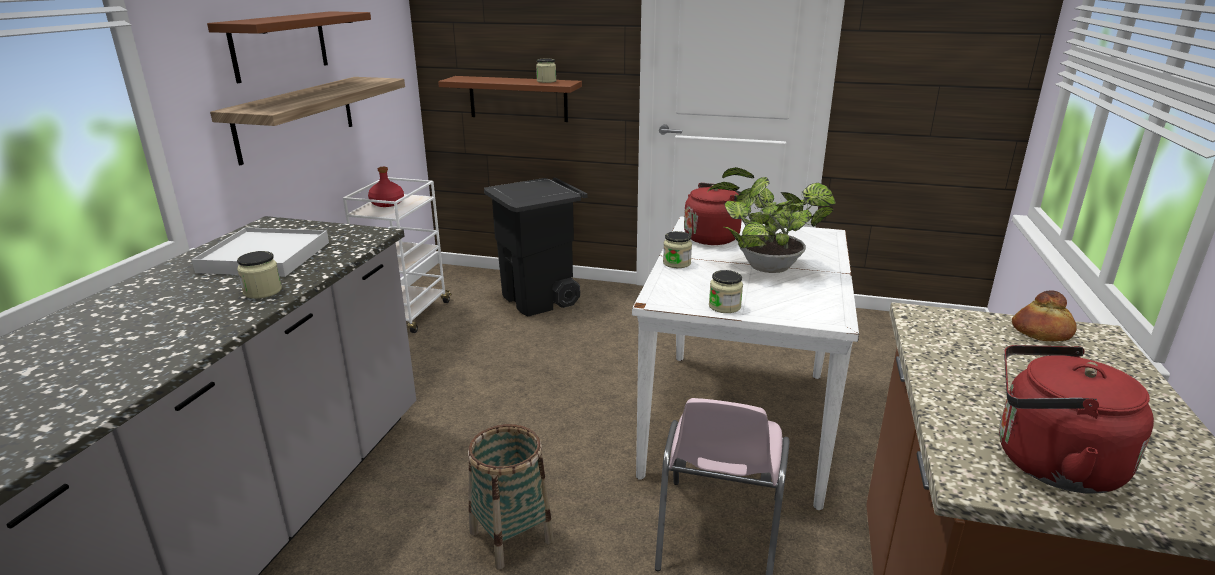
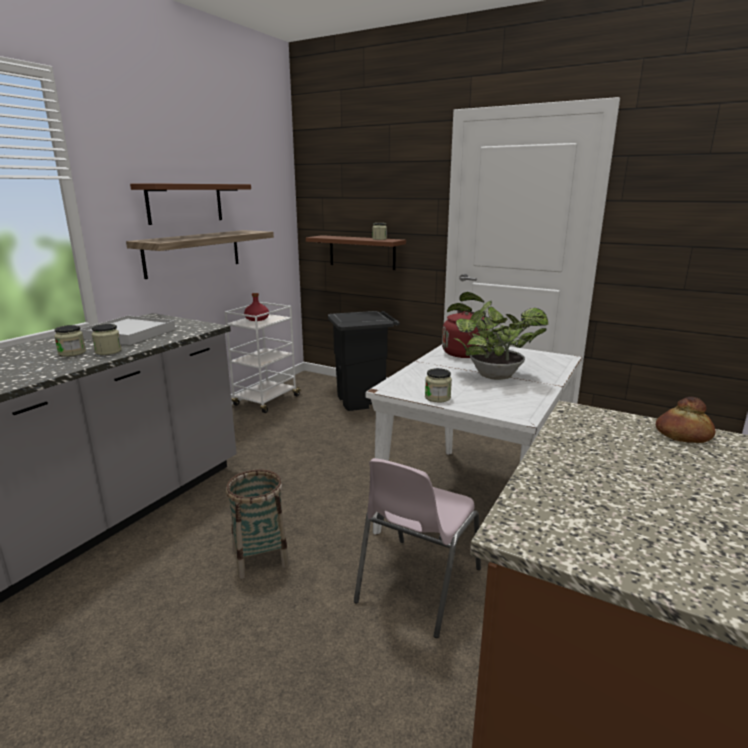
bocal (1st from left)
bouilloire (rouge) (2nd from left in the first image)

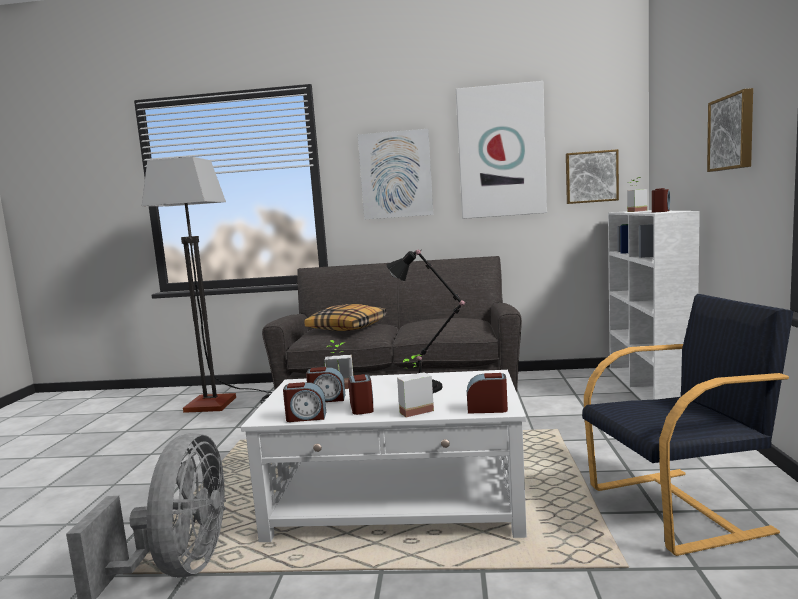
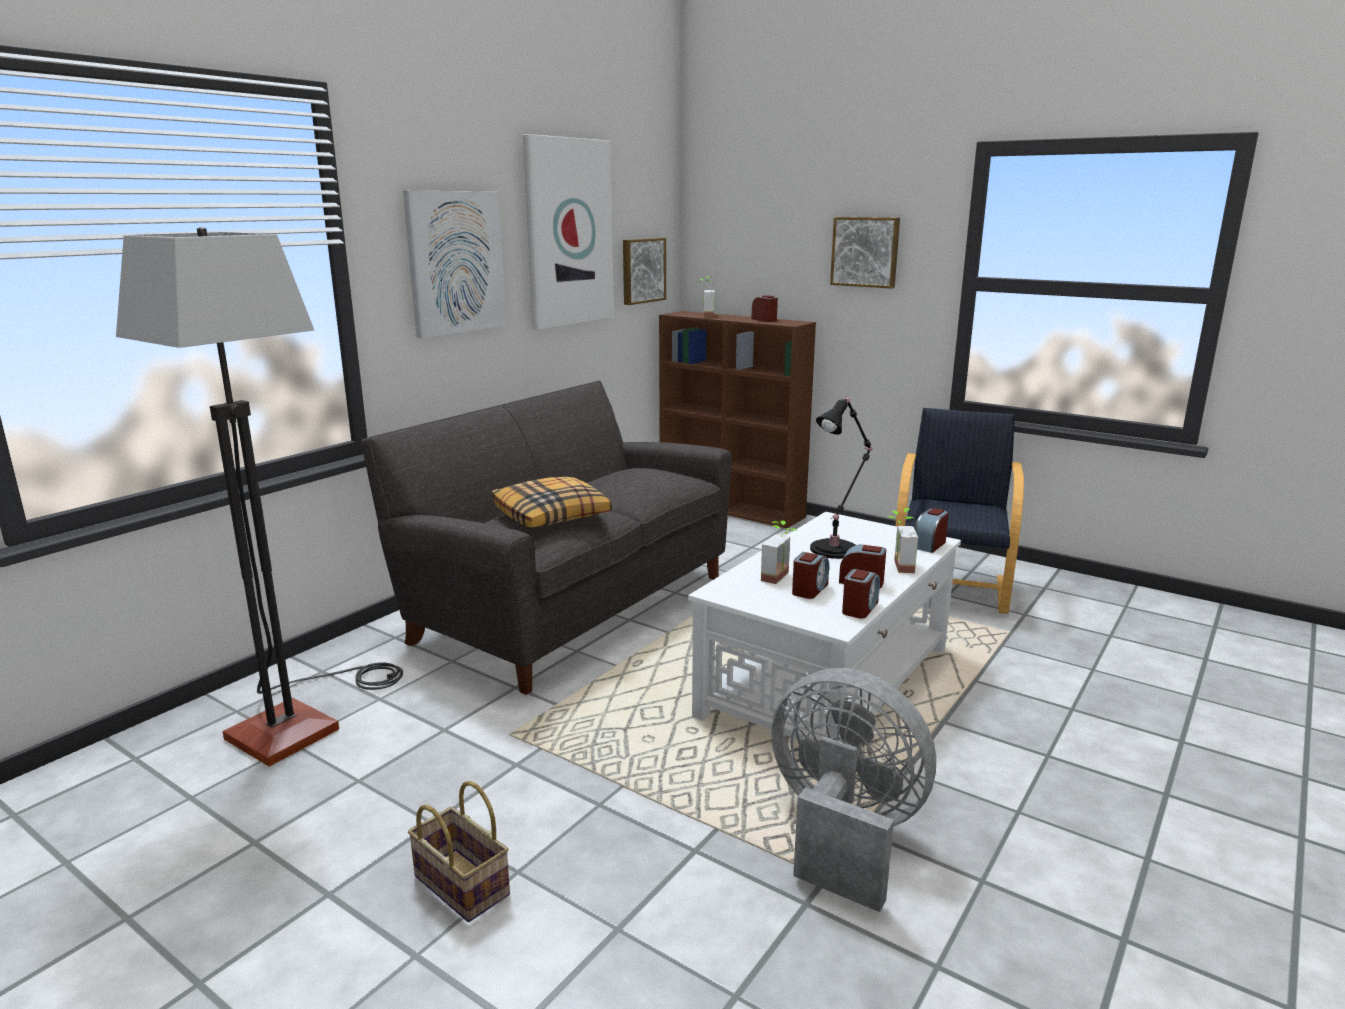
bibliothèque (marron)
panier

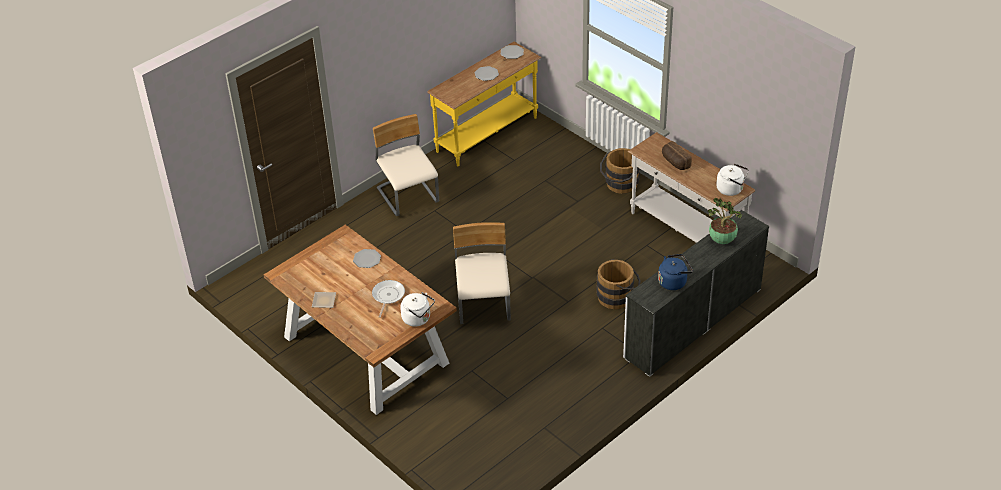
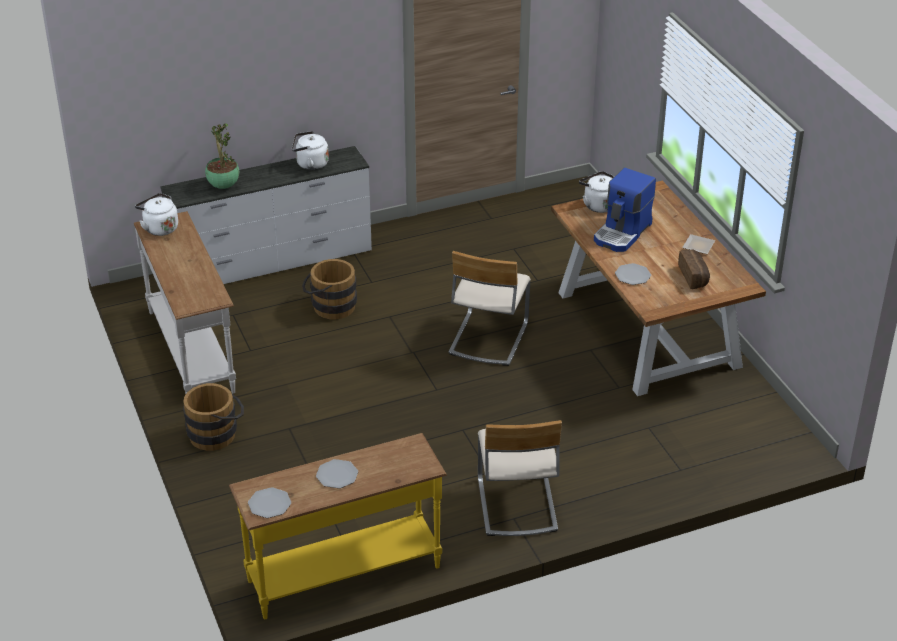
machine à café
bouilloire (blanc) (2nd from left)
pain

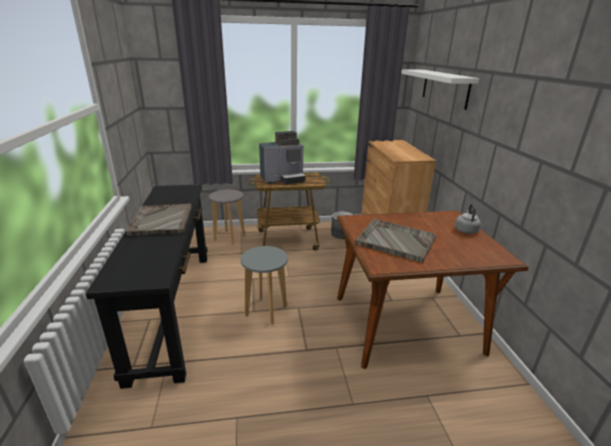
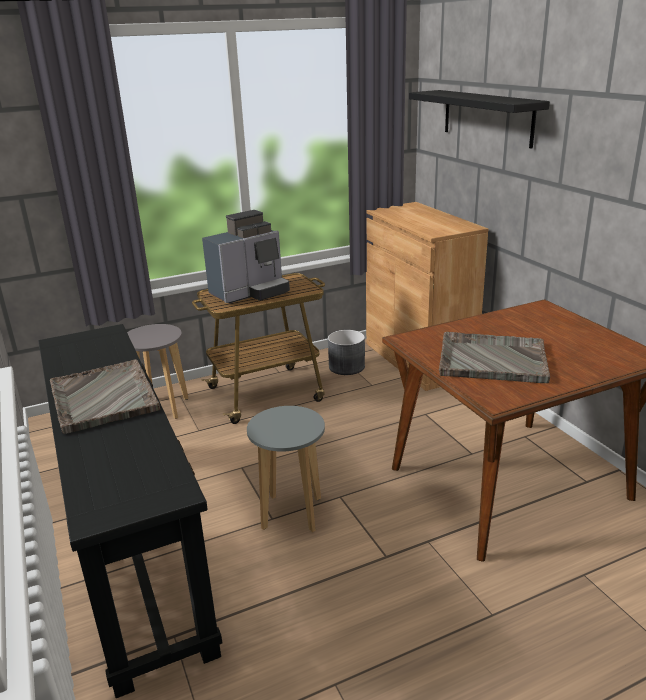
étagère (noir)
bouilloire (gris)

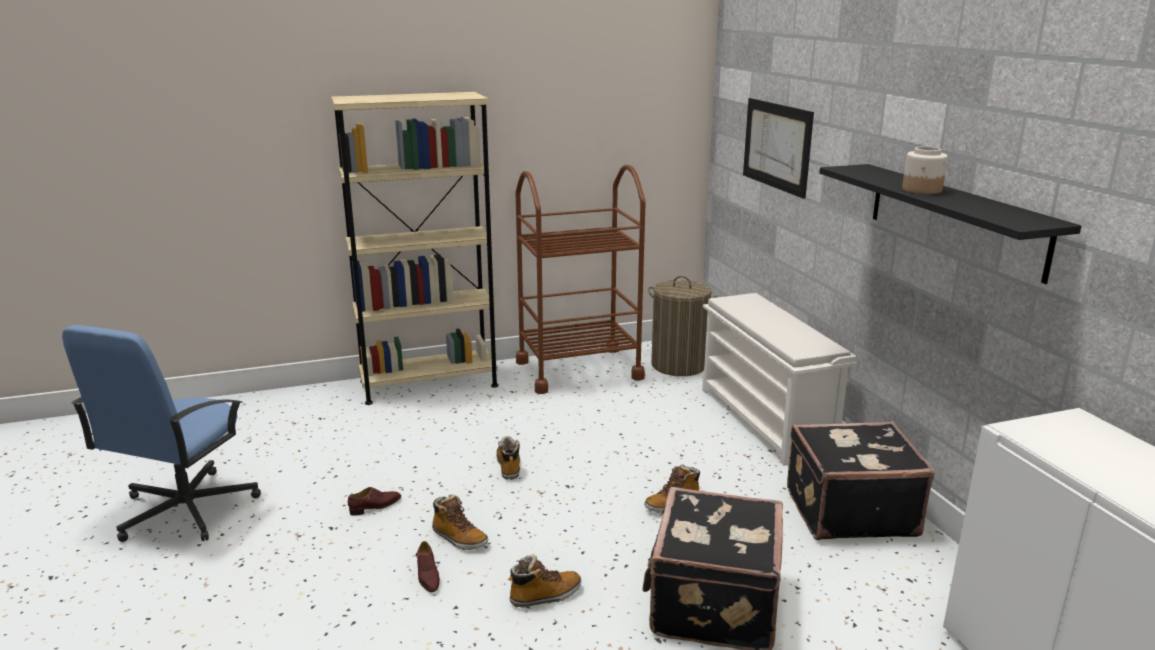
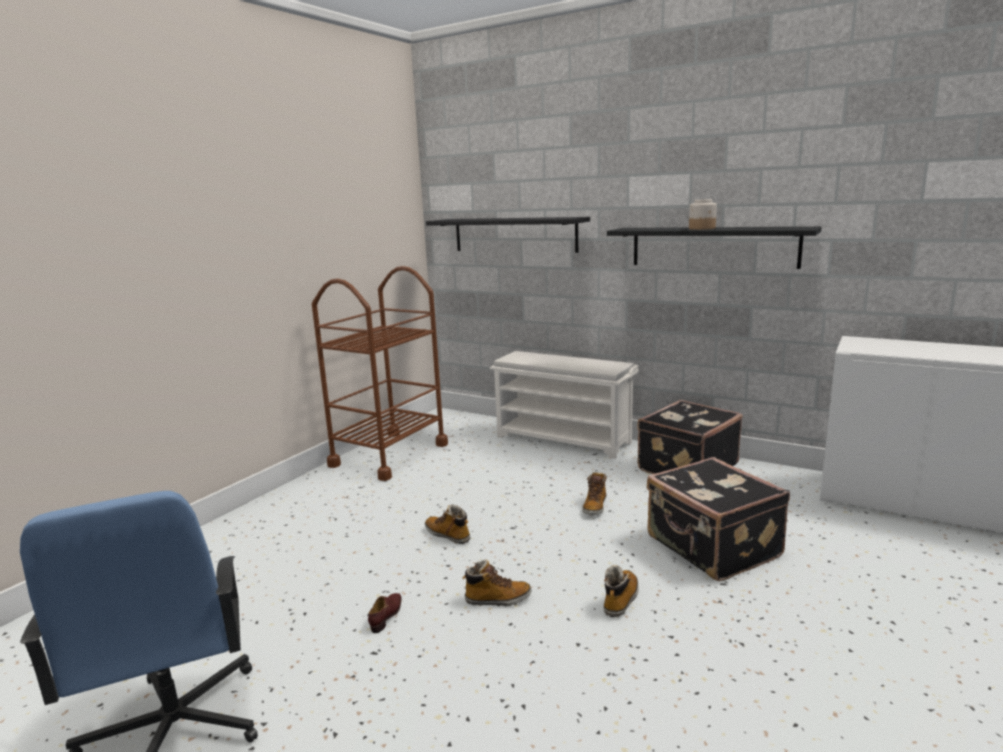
bibliothèque (beige)
chaussure (marron) (2nd from left in the first image)
panier à linge
étagère (noir) (1st from left)

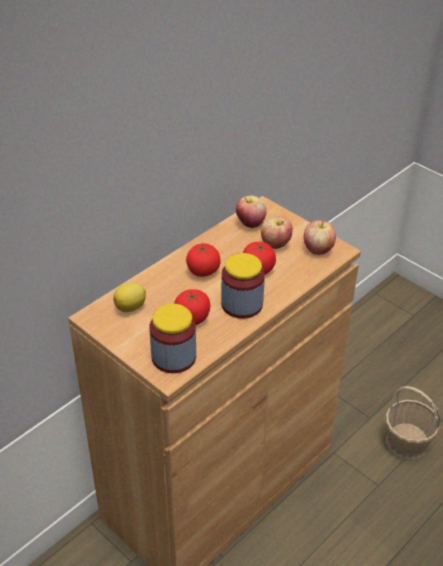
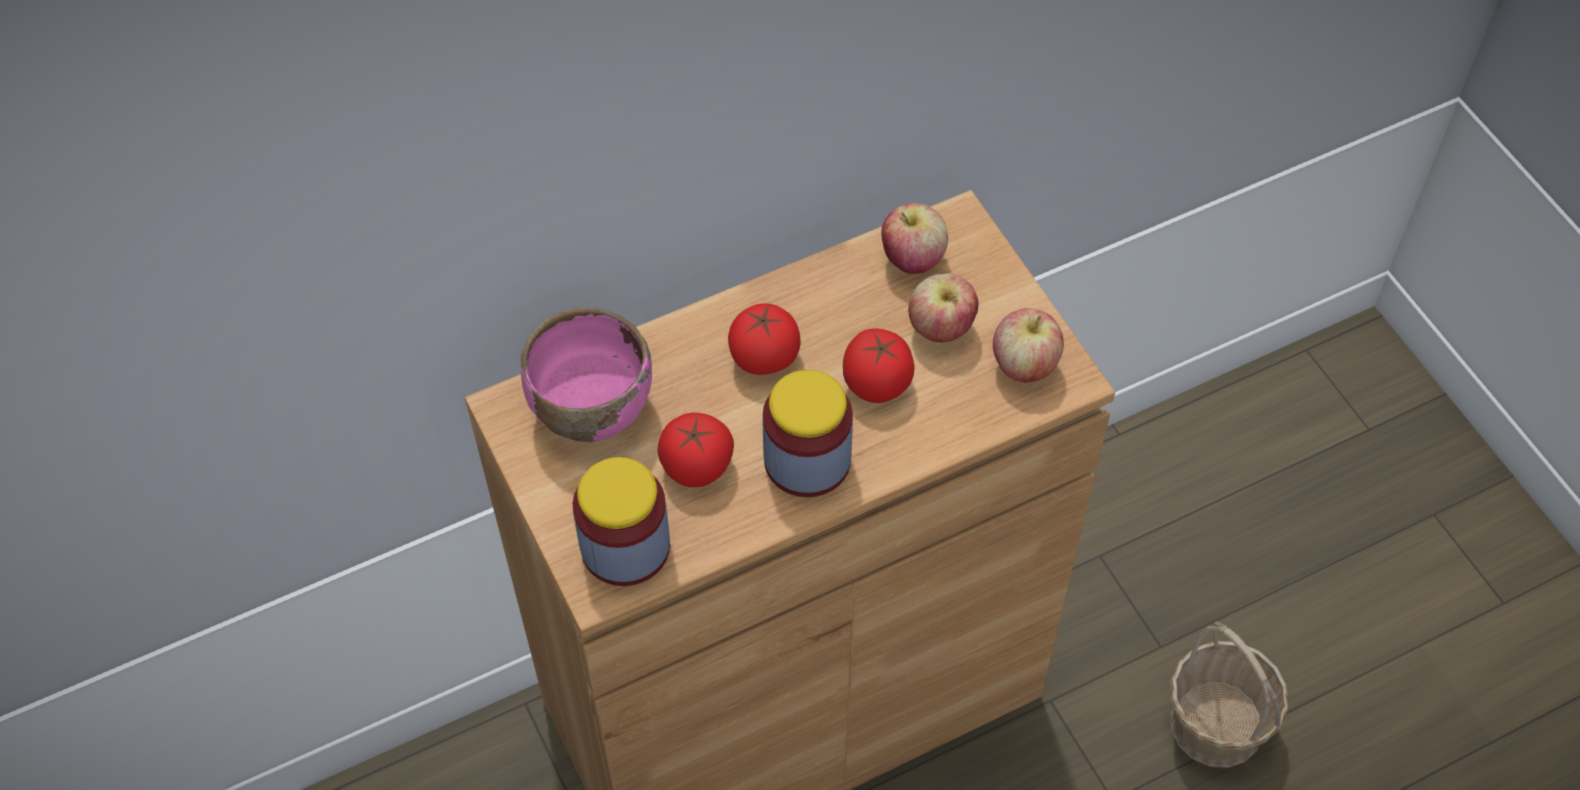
bol (rose)

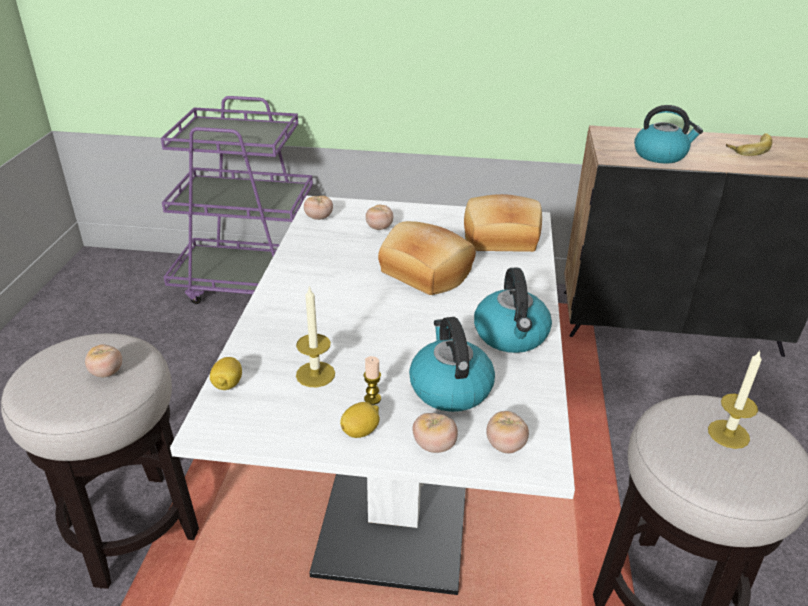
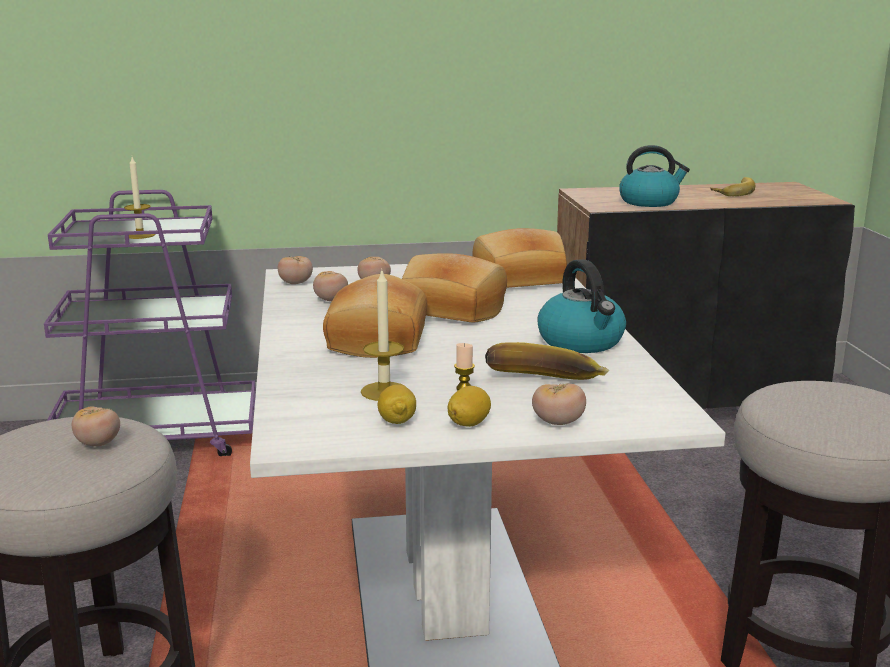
citron (1st from left)
banane (1st from left)
tomate (3rd from left)
bougie (1st from left)
pain (1st from left)

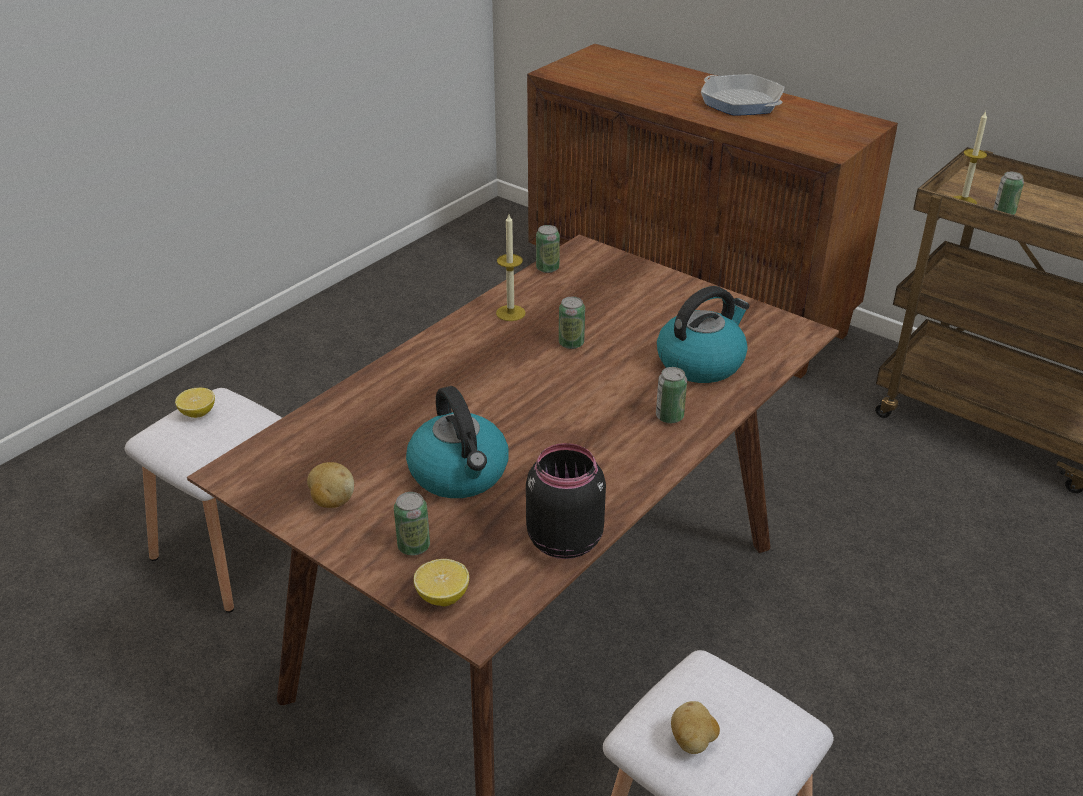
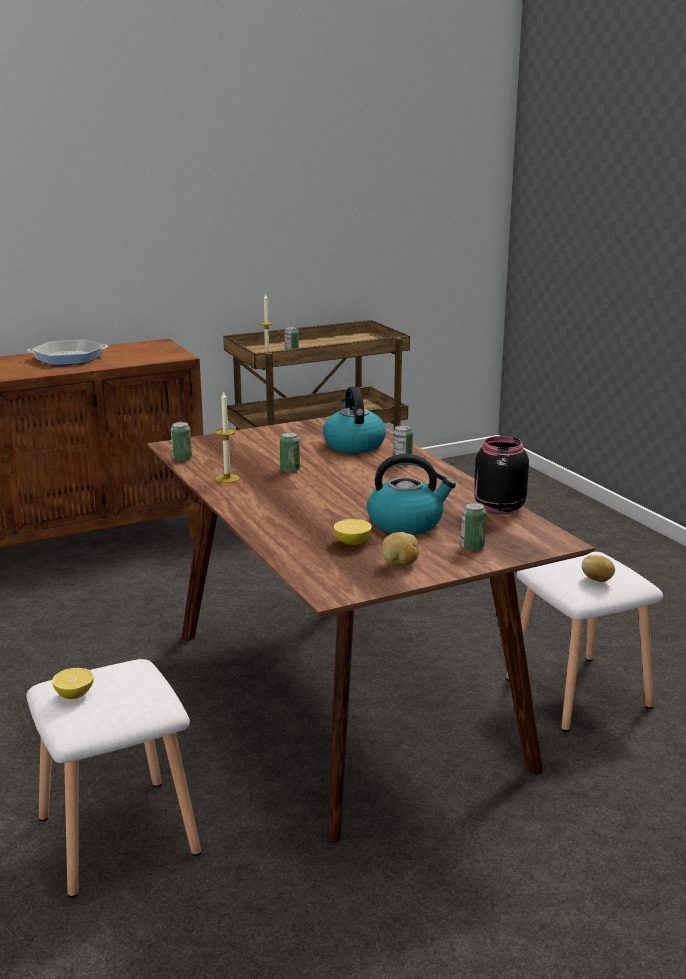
citron (2nd from left)

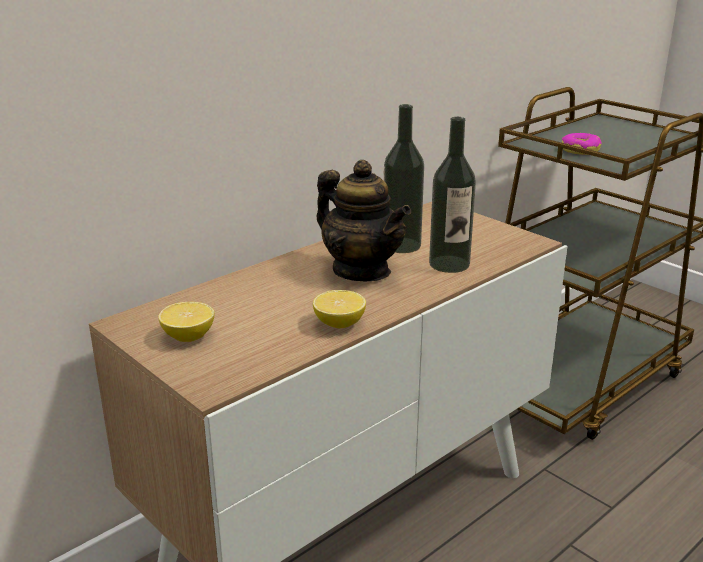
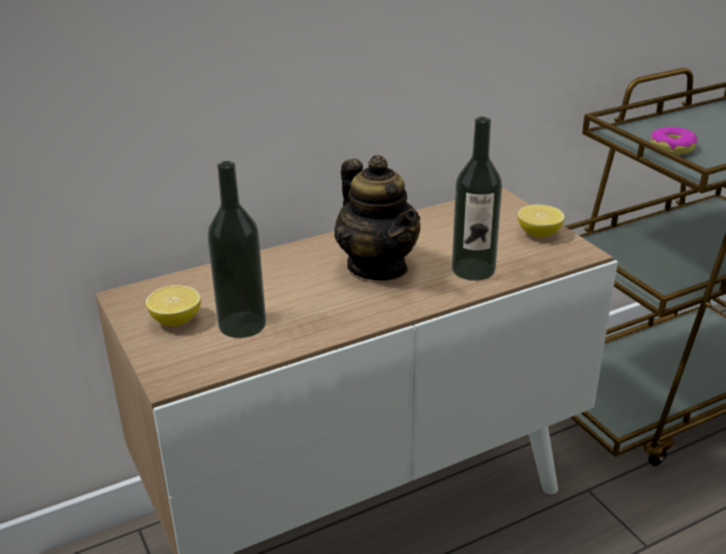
citron (2nd from left)
bouteille (1st from left)

